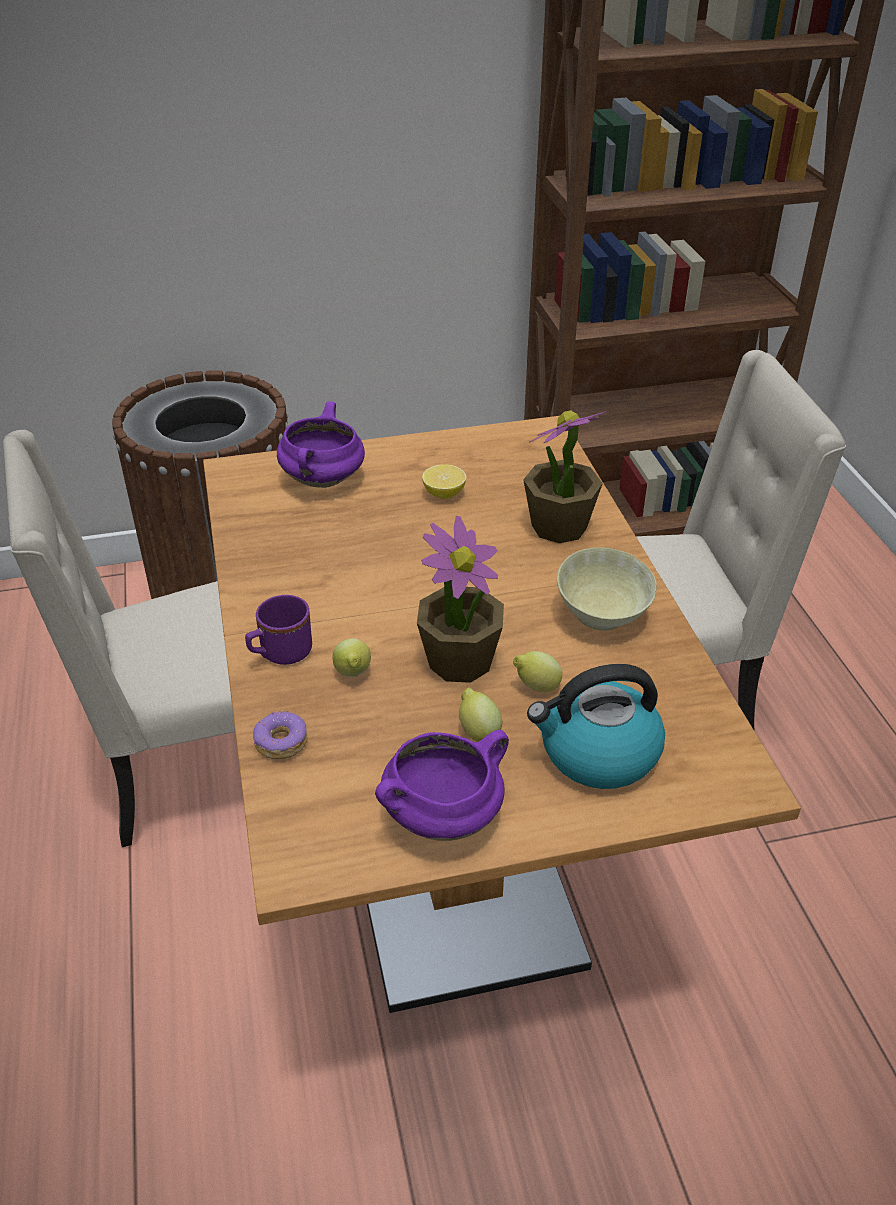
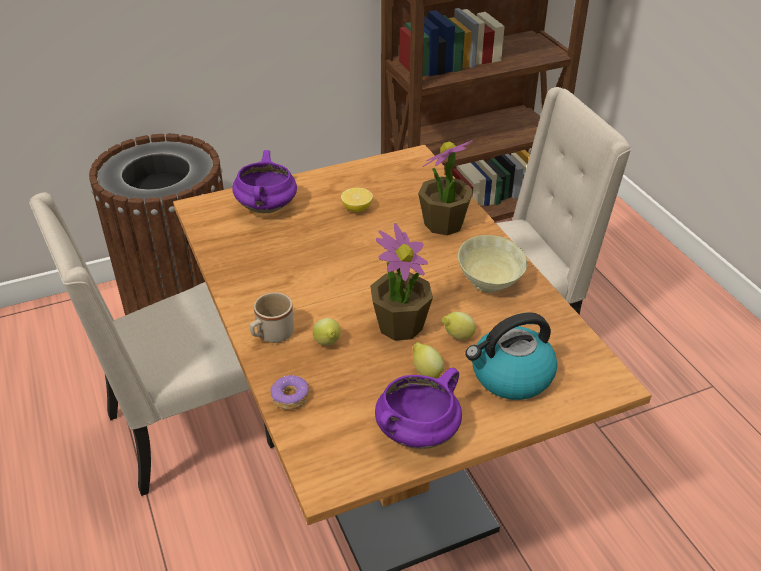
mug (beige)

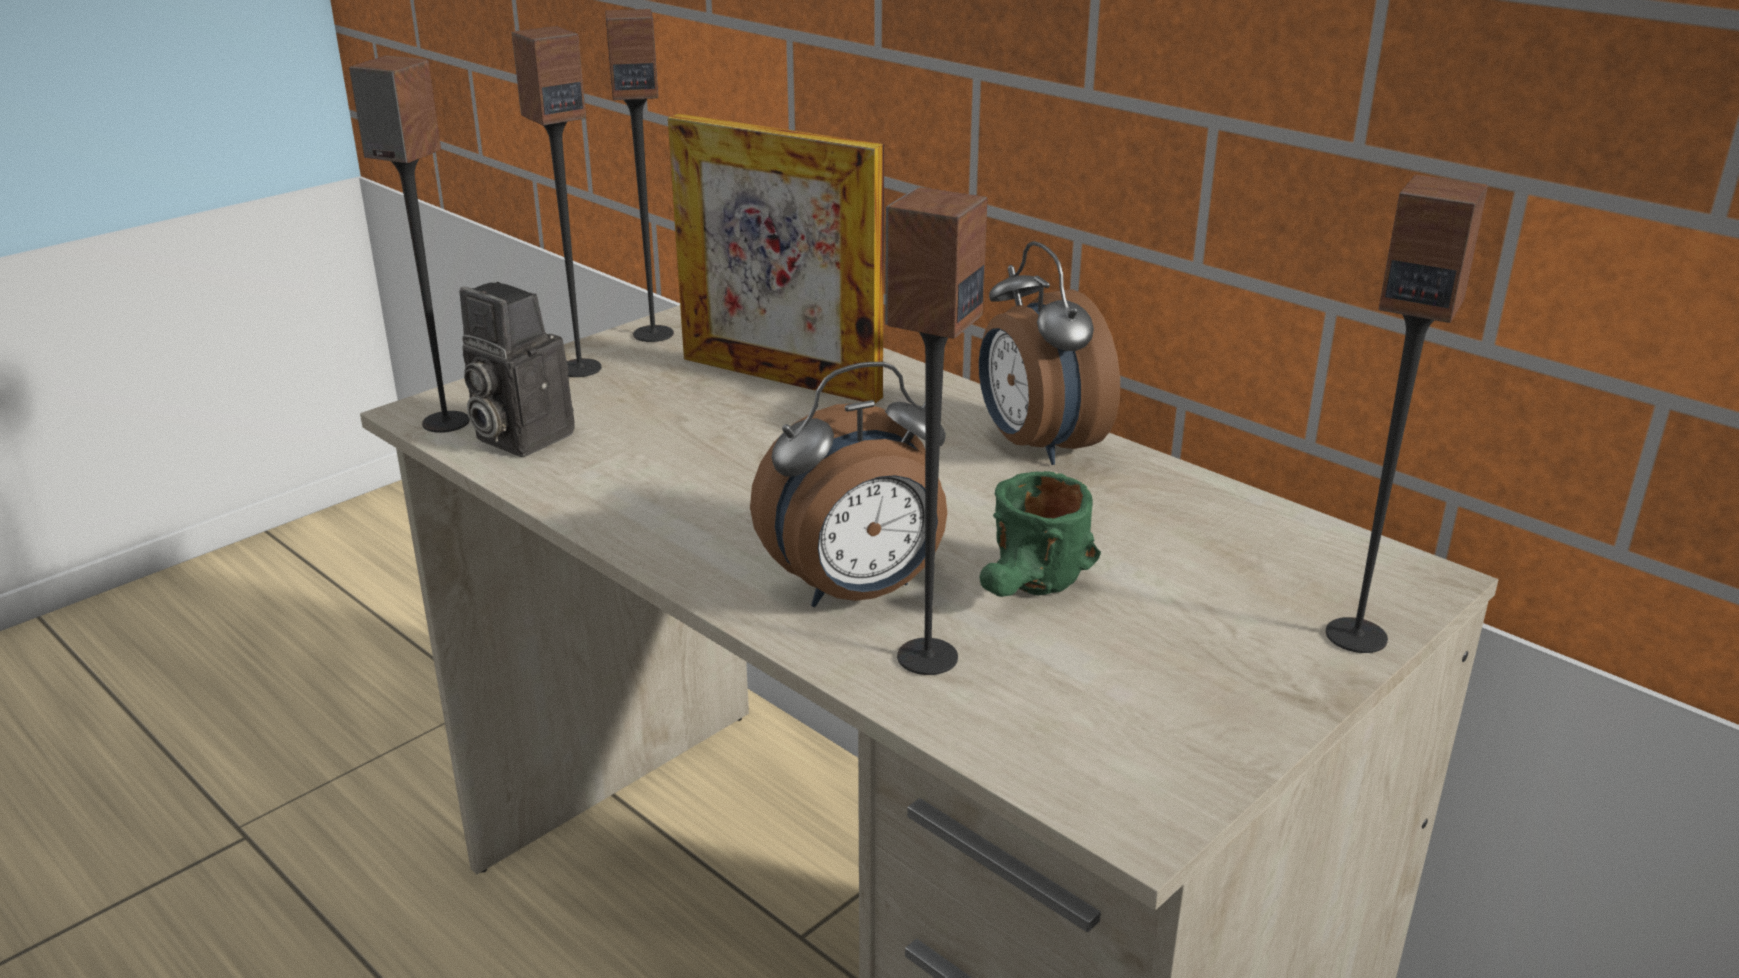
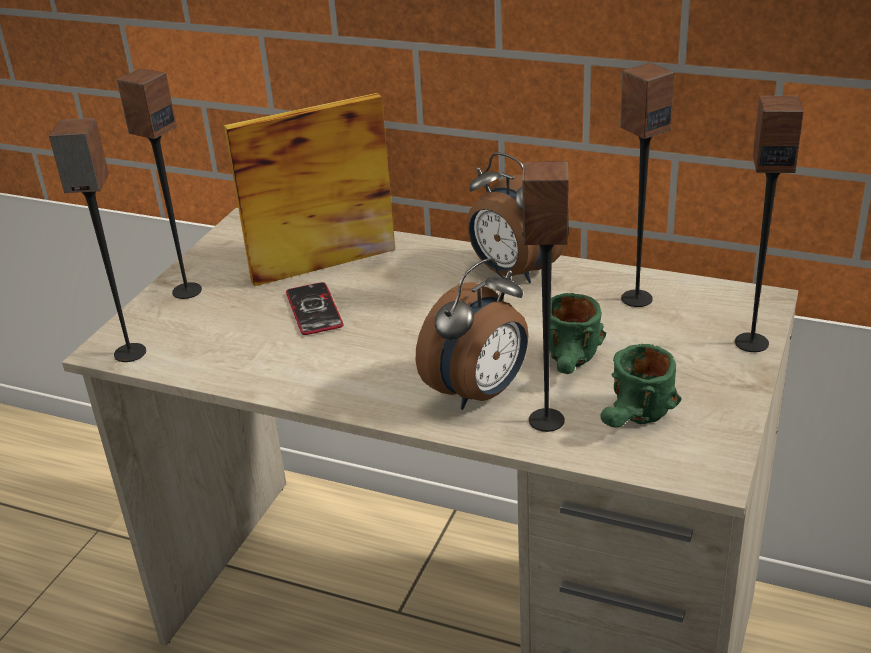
appareil photo
enceinte (4th from left)
cadre photo
téléphone
mug (vert) (2nd from left)

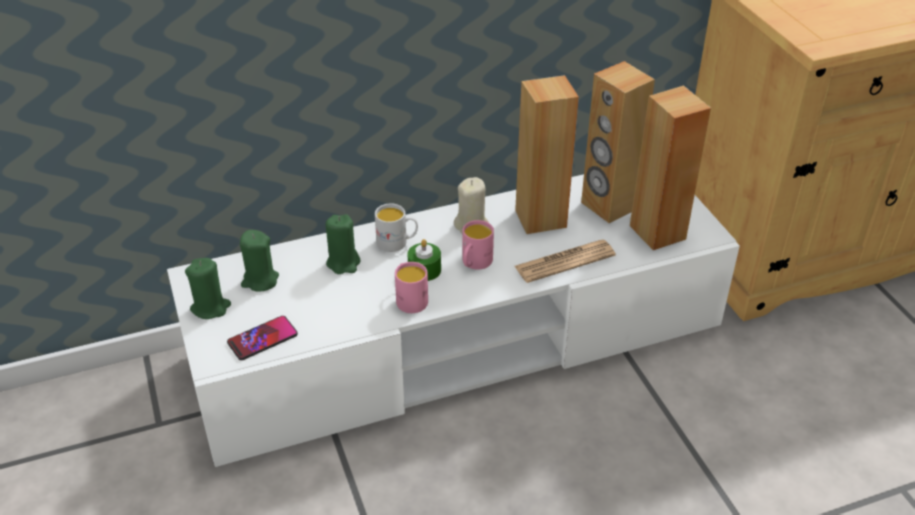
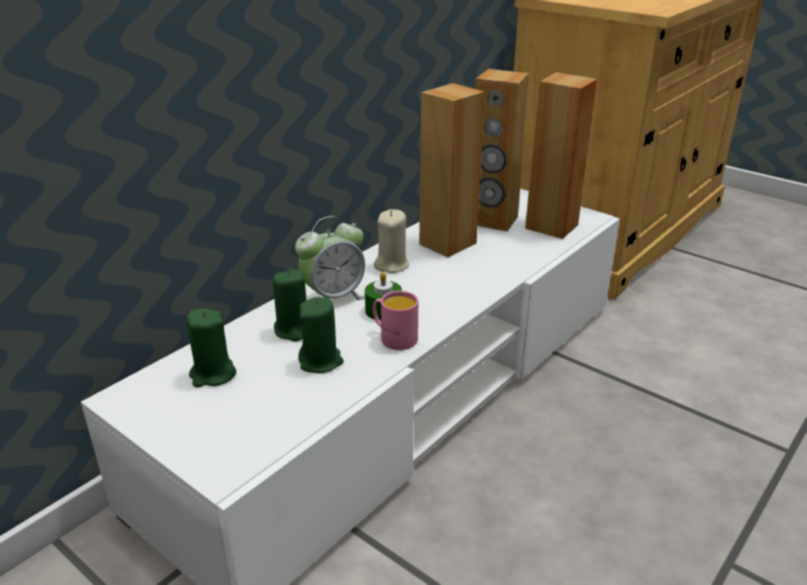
bougie (vert) (3rd from left)
téléphone
réveil
mug (rose) (2nd from left in the first image)
journal

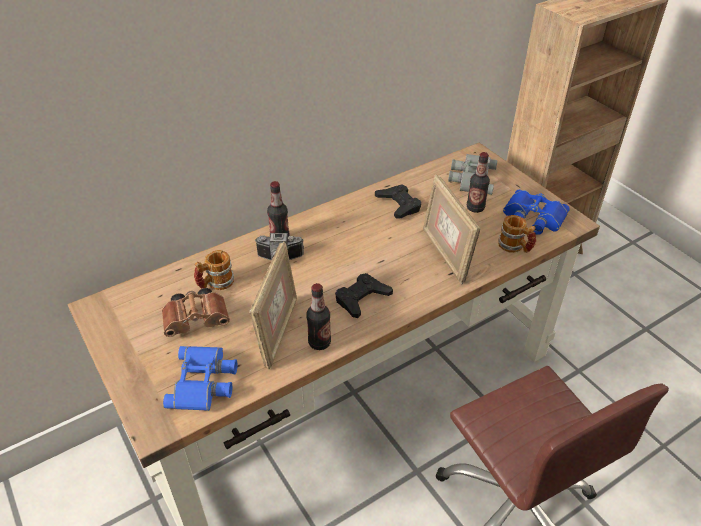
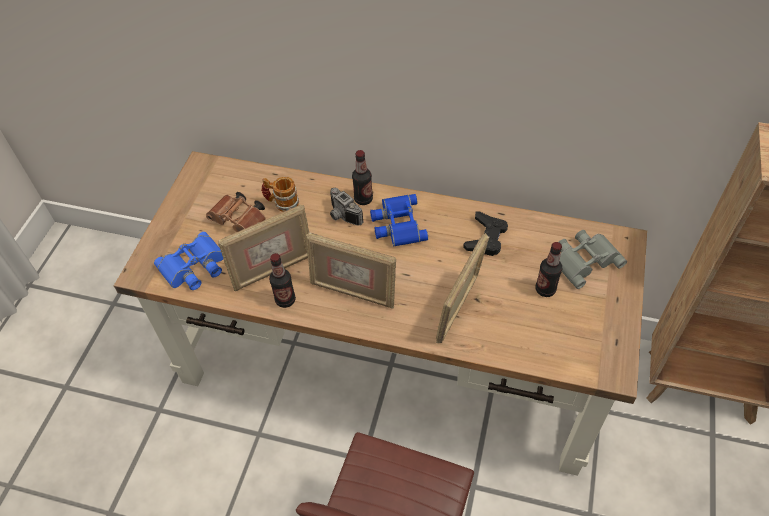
cadre photo (2nd from left)
mug (2nd from left in the first image)
jumelles (bleu) (2nd from left)

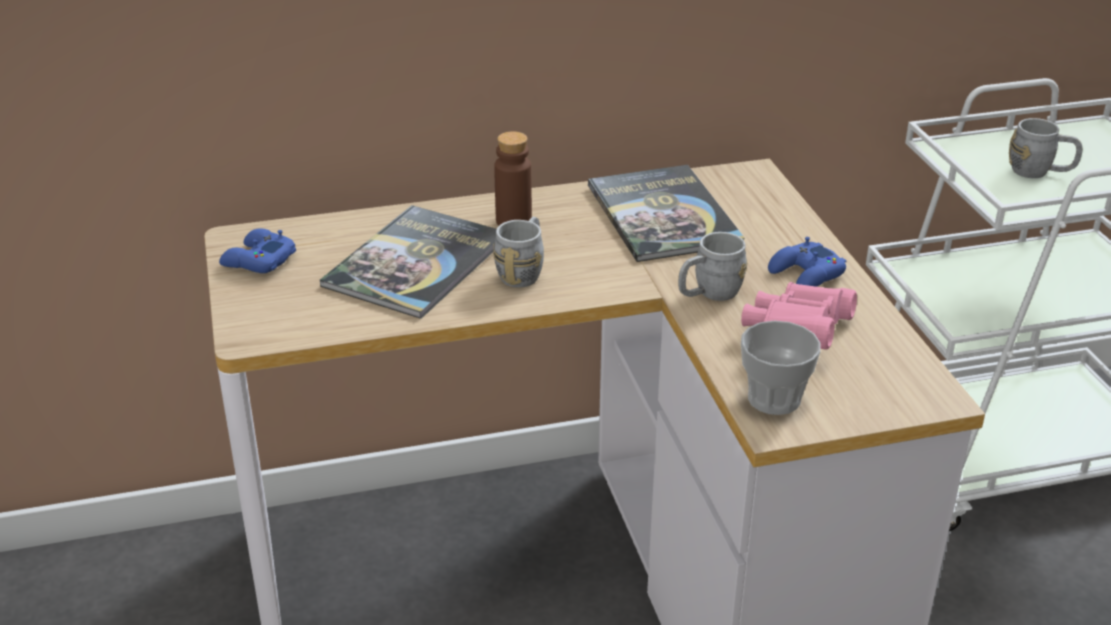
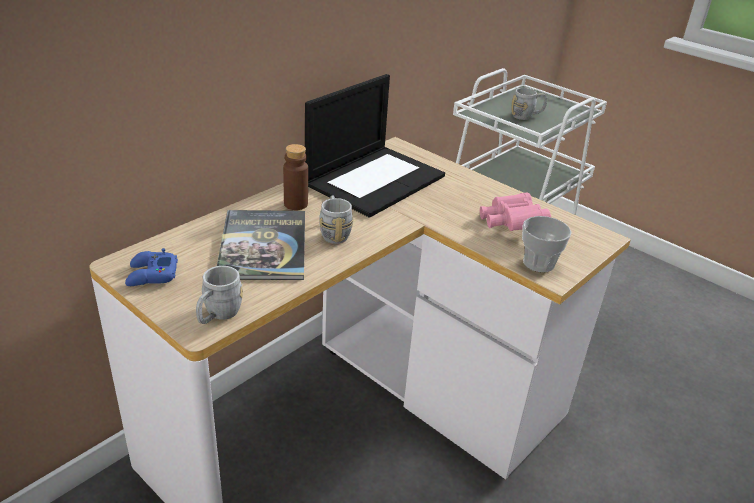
ordinateur portable
mug (gris) (1st from left)
manette (bleu) (2nd from left in the first image)

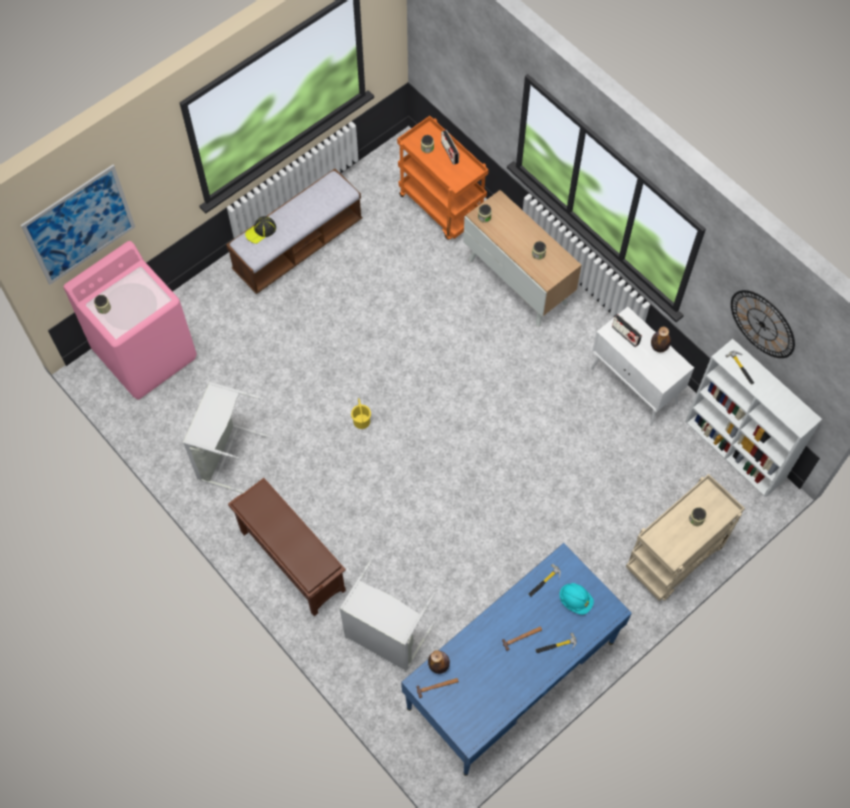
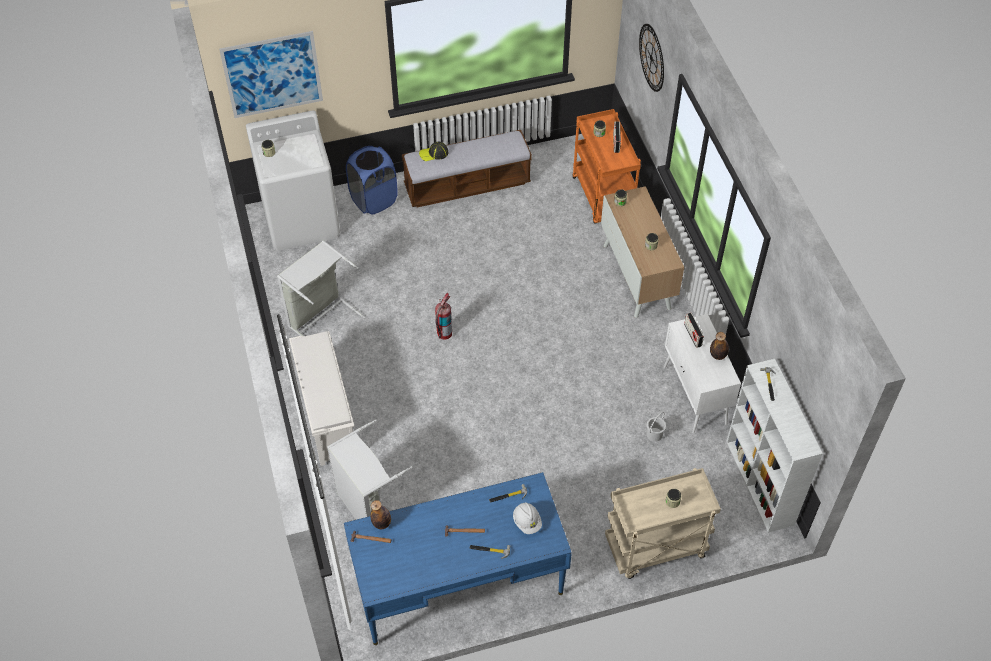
lave-linge (blanc)
étagère à chaussures (blanc)
extincteur
casque de chantier (blanc)
horloge murale
panier à linge (bleu)
seau (blanc)

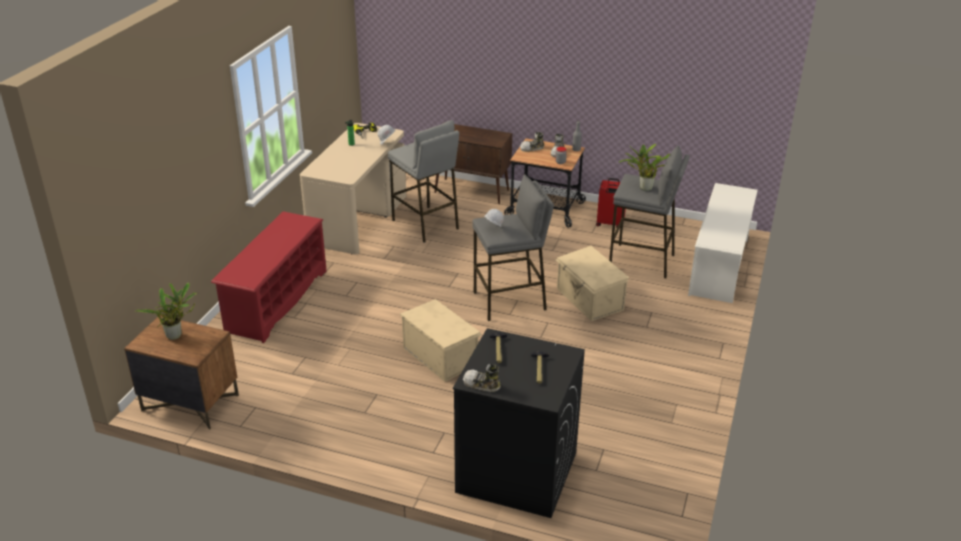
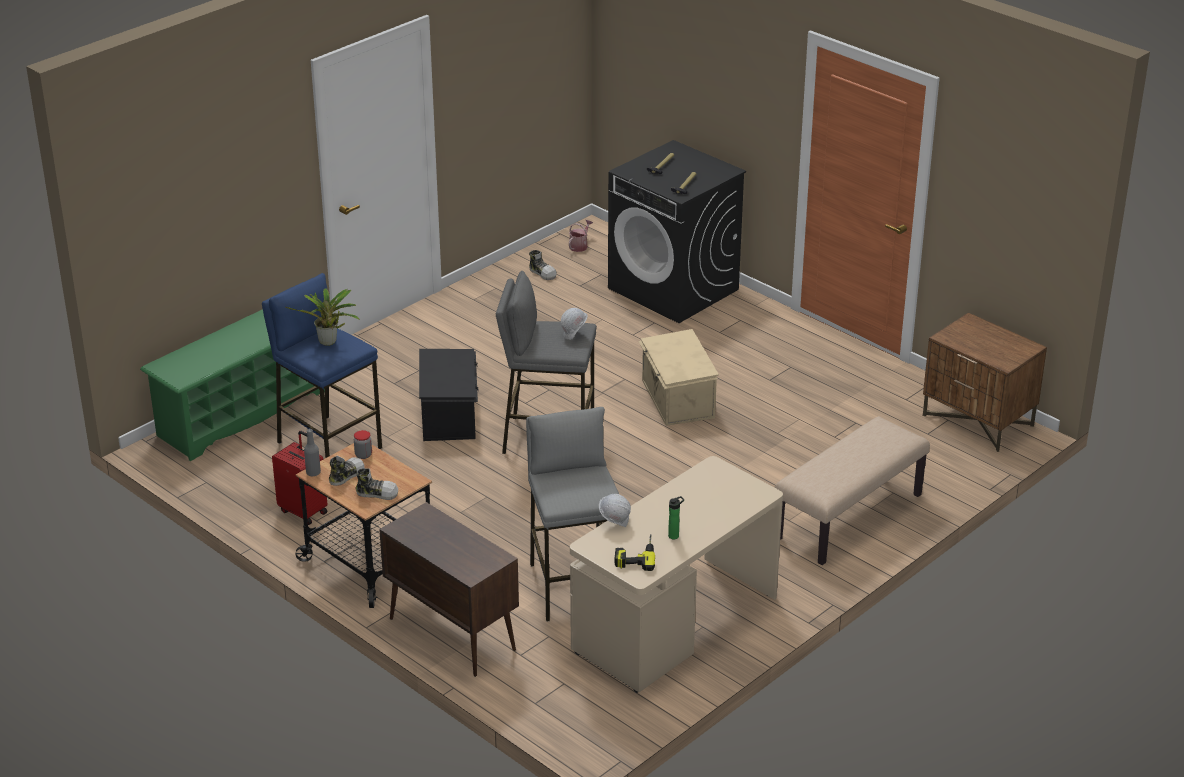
plante en pot (1st from left in the first image)
banc (beige)
chaussure (3rd from left)
boîte de rangement (noir)
tabouret (bleu)
étagère à chaussures (vert)
arrosoir

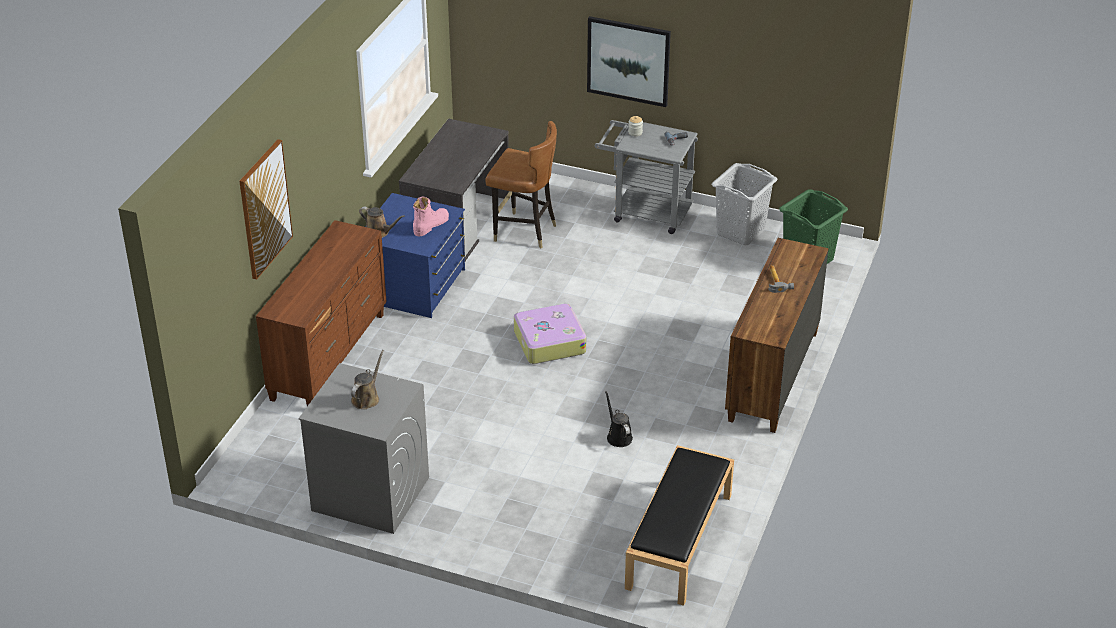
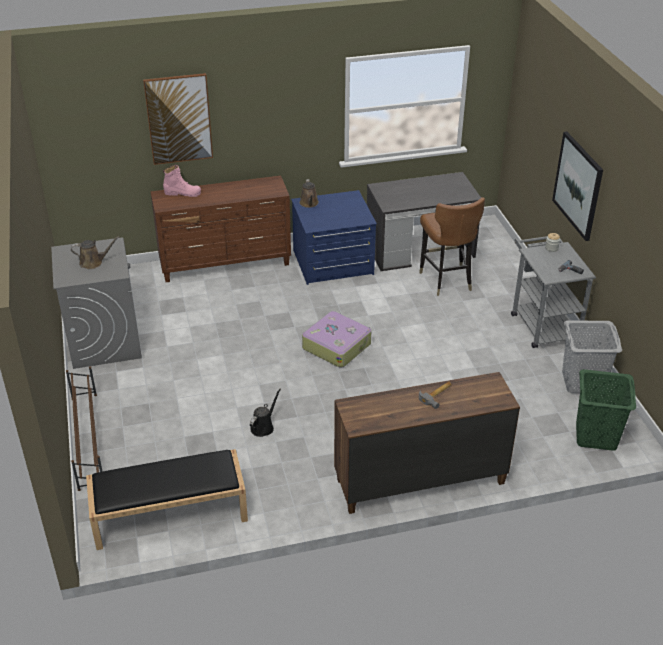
botte (rose)
étagère à chaussures (marron)

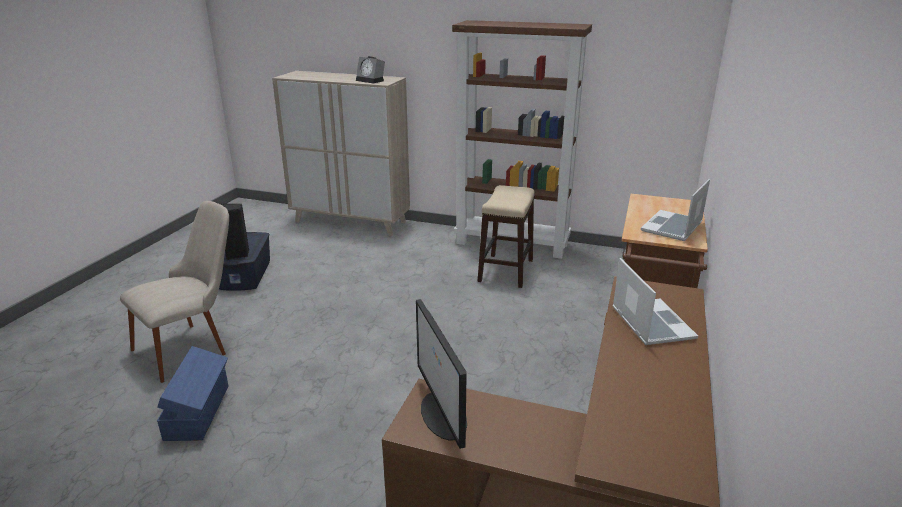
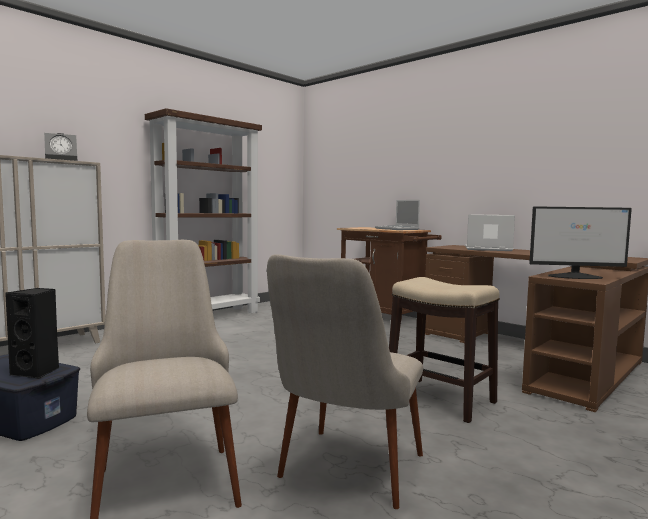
chaise (beige) (2nd from left)
tabouret

